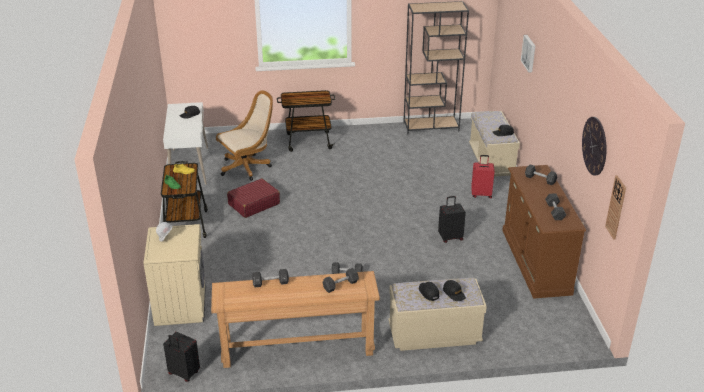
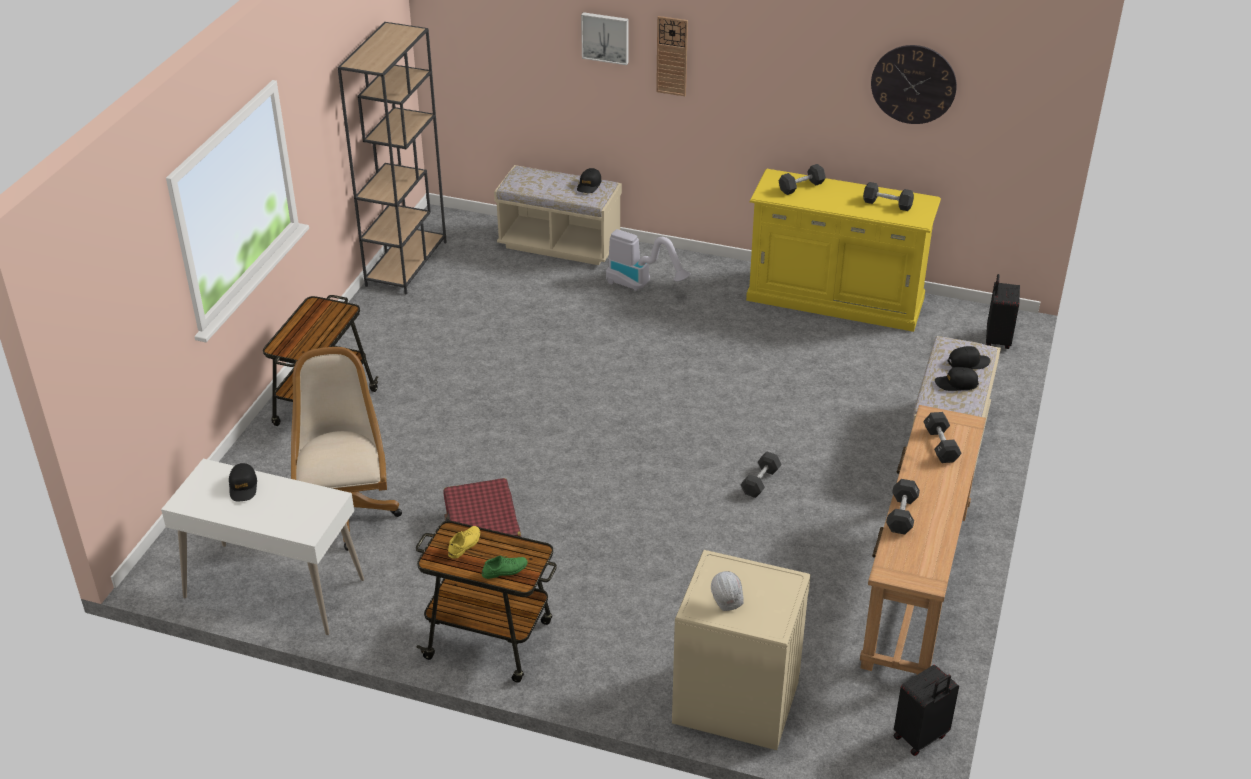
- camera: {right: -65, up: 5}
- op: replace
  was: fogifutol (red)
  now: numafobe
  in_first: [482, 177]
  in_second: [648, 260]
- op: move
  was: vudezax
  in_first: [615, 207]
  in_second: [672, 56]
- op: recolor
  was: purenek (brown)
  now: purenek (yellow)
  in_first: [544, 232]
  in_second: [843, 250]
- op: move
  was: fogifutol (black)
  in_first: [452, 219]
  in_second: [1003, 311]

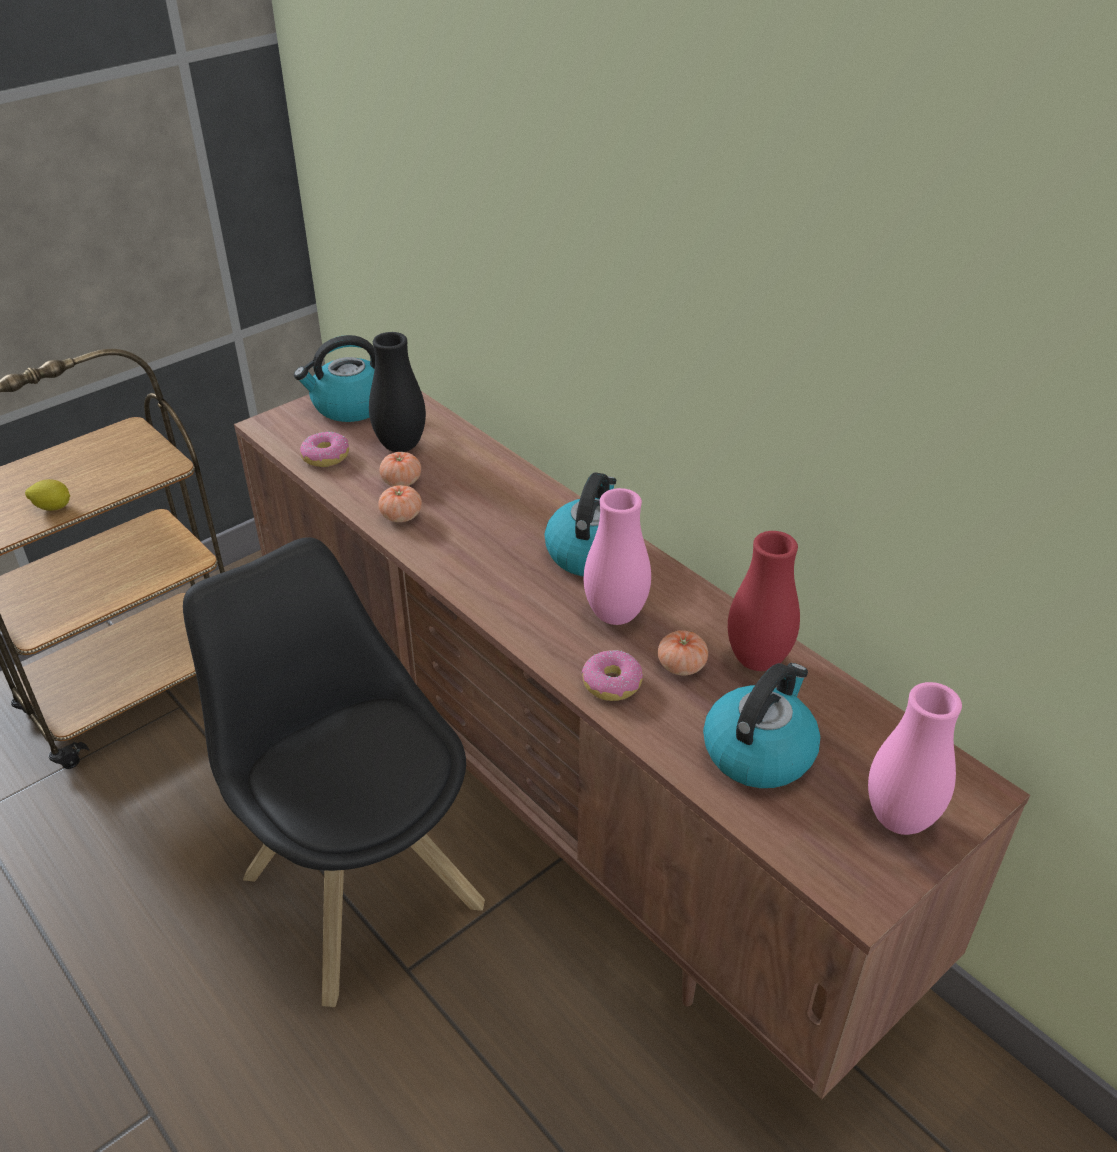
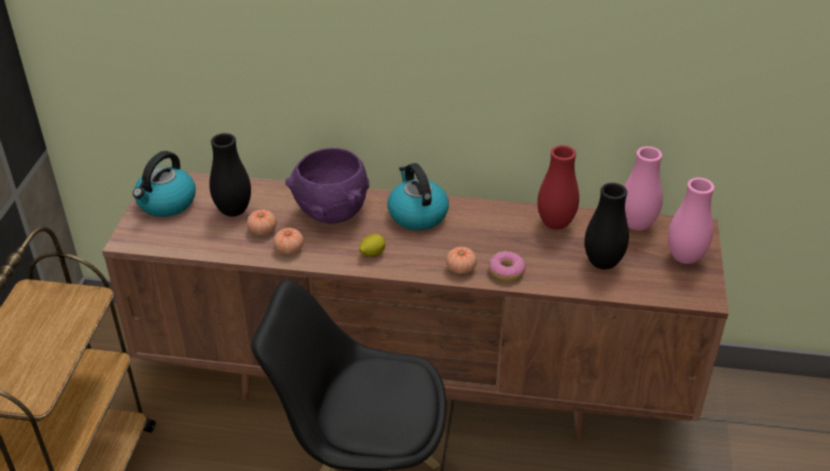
- camera: {right: -40, up: 0}
- op: insert
  now: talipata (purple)
  in_second: [327, 186]
- op: move
  was: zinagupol
  in_first: [47, 495]
  in_second: [372, 245]
- op: move
  was: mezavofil
  in_first: [683, 653]
  in_second: [461, 260]
- op: replace
  was: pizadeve
  now: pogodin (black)
  in_first: [761, 725]
  in_second: [607, 226]
- op: move
  was: pogodin (pink)
  in_first: [617, 556]
  in_second: [643, 188]
- op: delete
  was: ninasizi
  in_first: [324, 449]

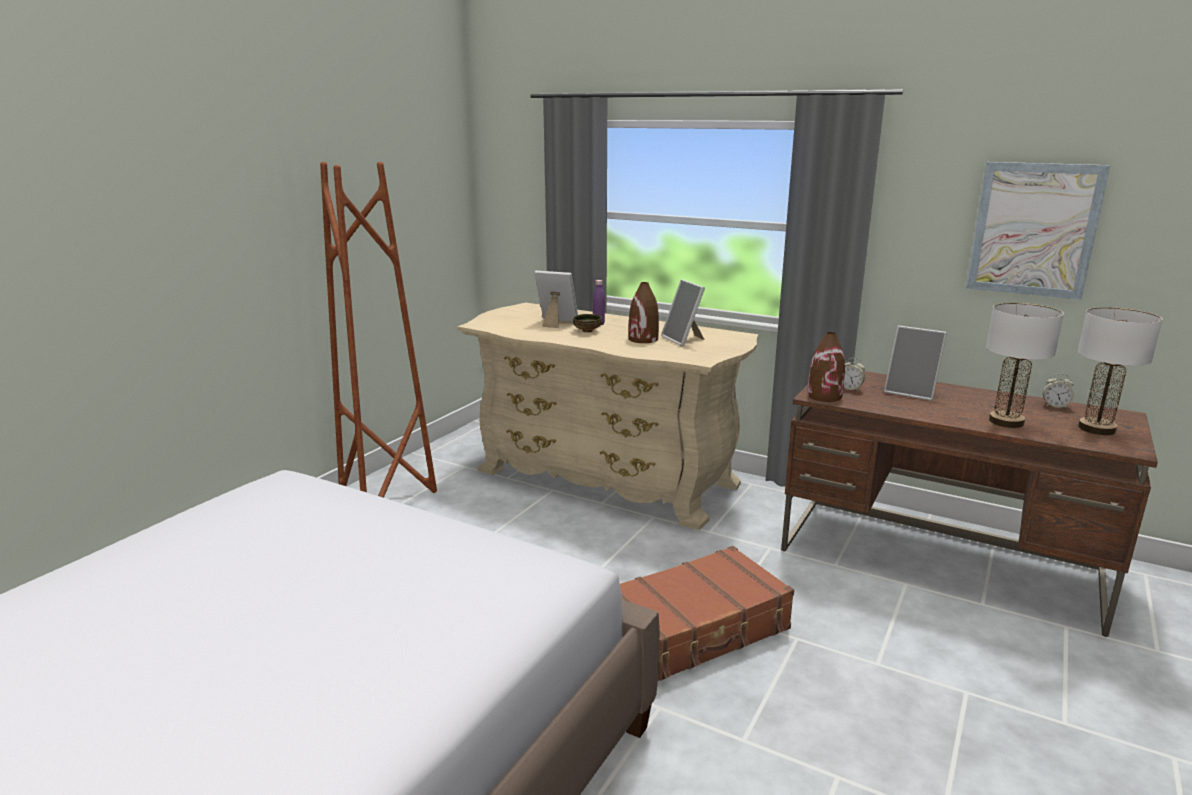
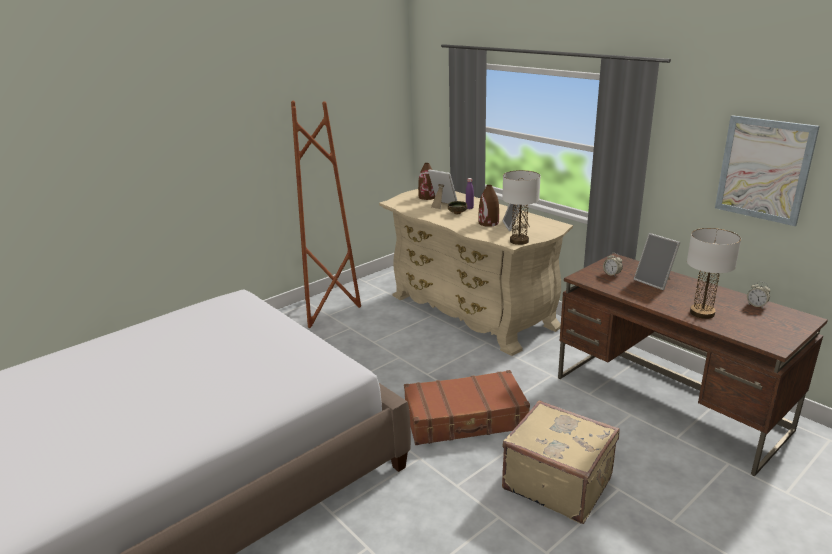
- camera: {right: 20, up: 5}
- op: move
  was: pogodin (brown)
  in_first: [826, 367]
  in_second: [426, 181]
- op: move
  was: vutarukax
  in_first: [1120, 371]
  in_second: [521, 207]
- op: insert
  now: fogifutol (beige)
  in_second: [561, 462]

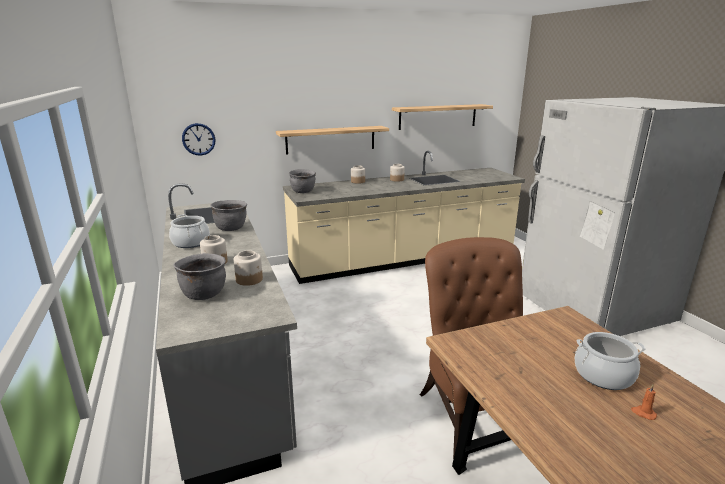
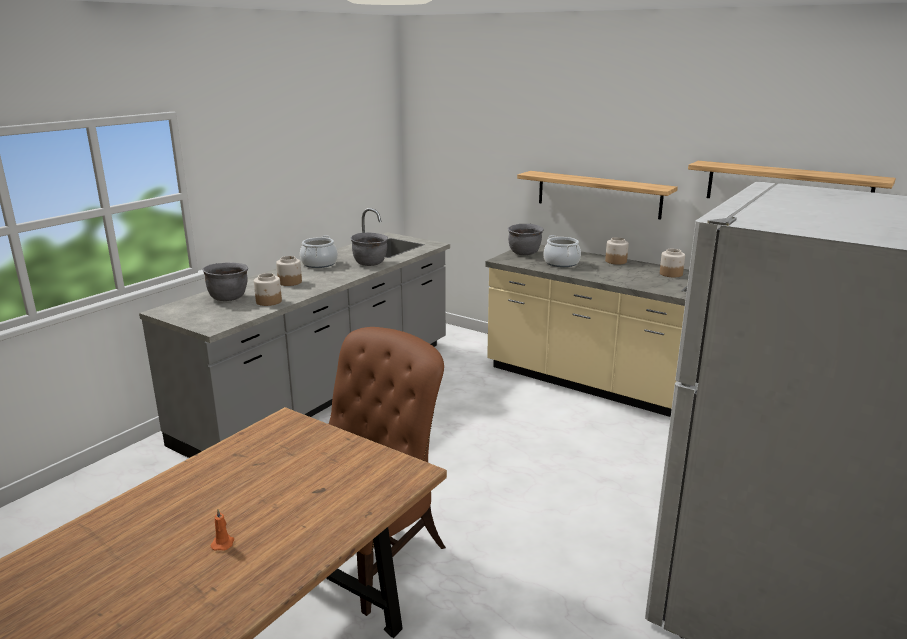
- camera: {right: 55, up: 0}
- op: move
  was: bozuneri
  in_first: [610, 361]
  in_second: [562, 251]
- op: delete
  was: vudezax
  in_first: [198, 139]

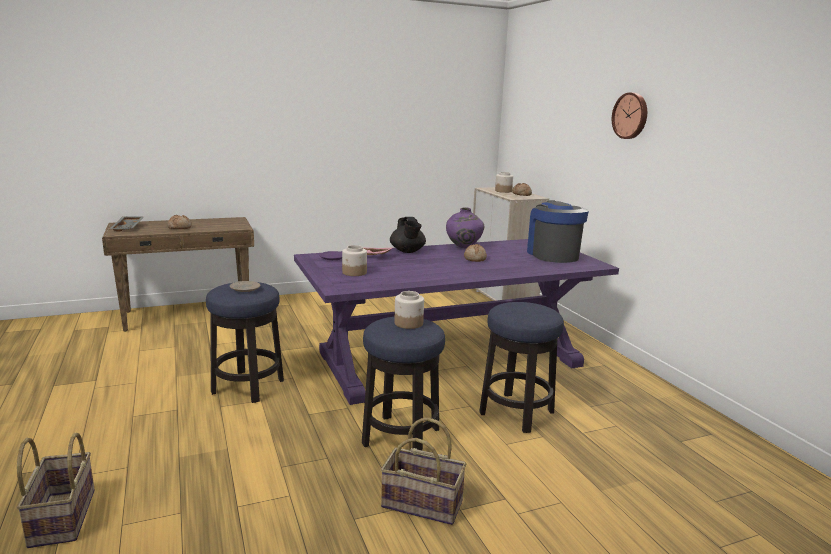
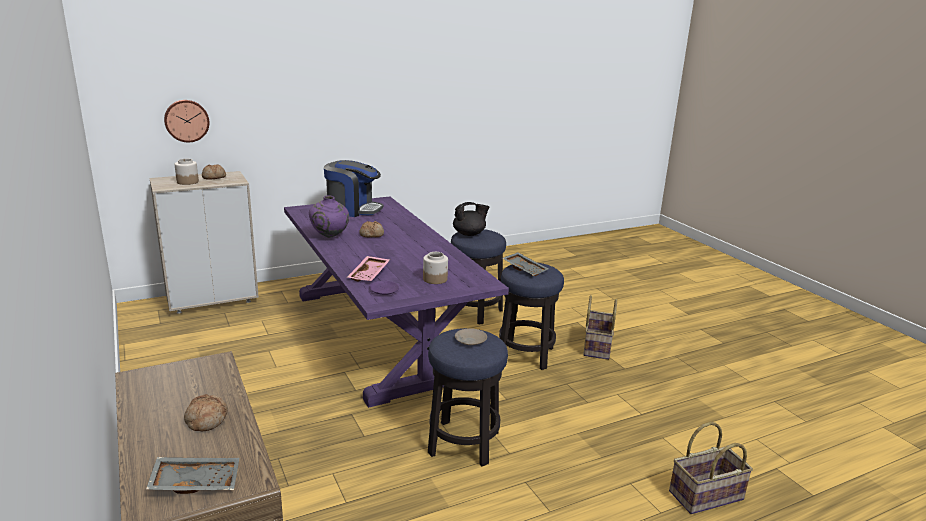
- camera: {right: -95, up: 5}
- op: move
  was: vudezax
  in_first: [629, 115]
  in_second: [186, 121]
- op: rotate
  was: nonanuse
  in_first: [558, 231]
  in_second: [353, 188]
  clockwise: -150
- op: move
  was: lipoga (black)
  in_first: [408, 235]
  in_second: [471, 219]
- op: replace
  was: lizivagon
  now: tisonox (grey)
  in_first: [409, 310]
  in_second: [526, 264]

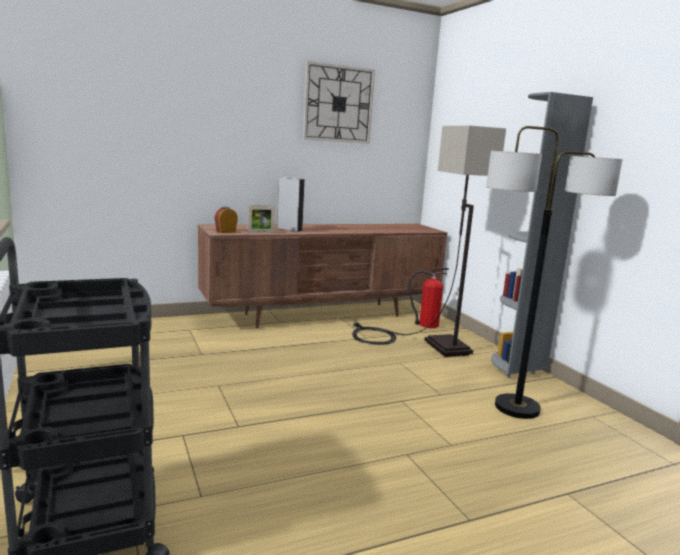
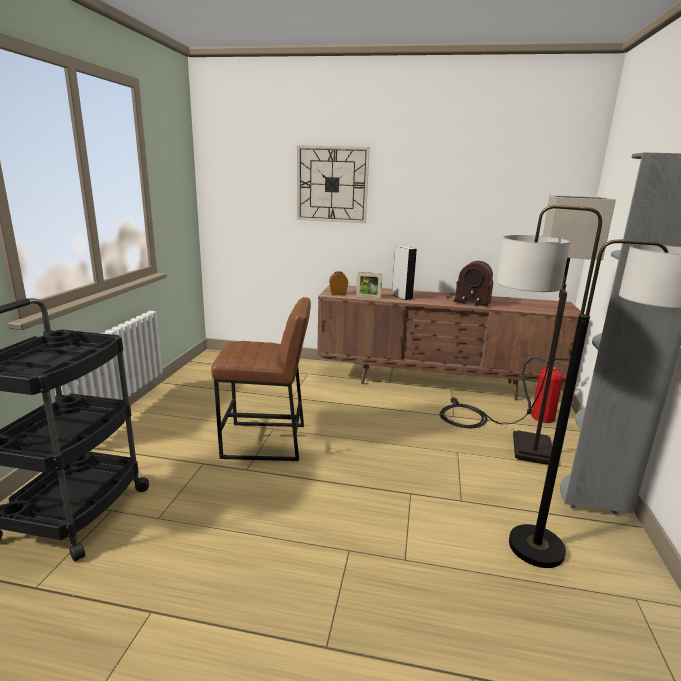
- camera: {right: 35, up: 5}
- op: insert
  now: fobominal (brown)
  in_second: [261, 379]
- op: move
  was: vudezax
  in_first: [339, 102]
  in_second: [333, 184]
- op: insert
  now: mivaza
  in_second: [469, 283]

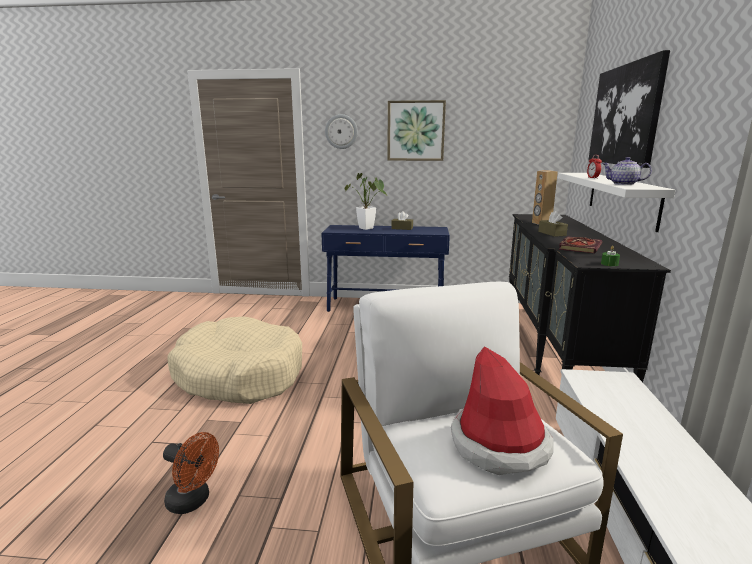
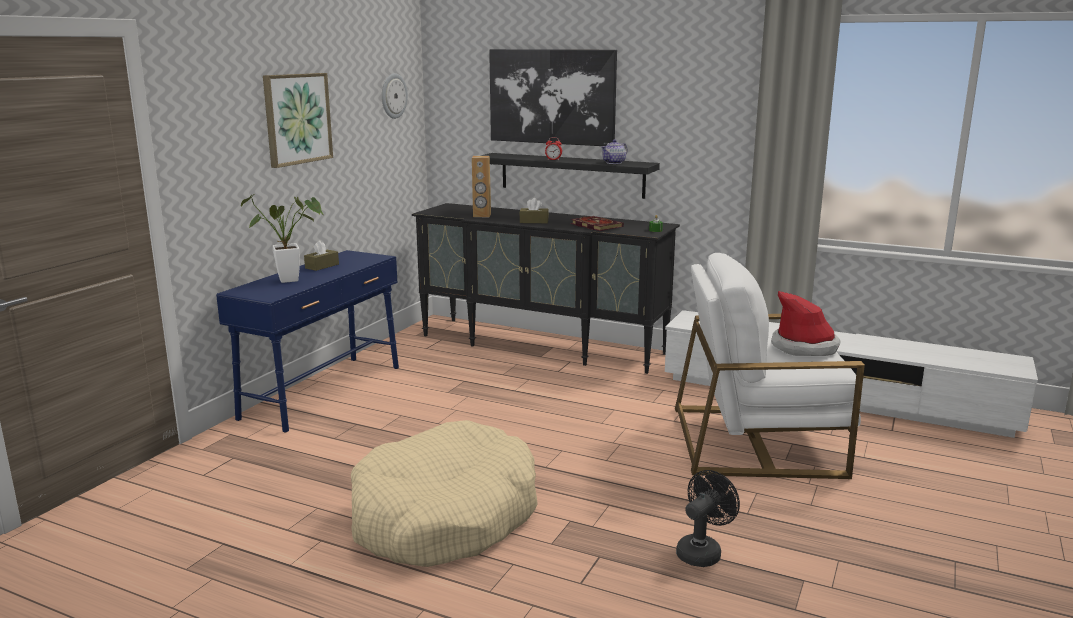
- camera: {right: -70, up: 0}
- op: move
  was: vudezax
  in_first: [341, 131]
  in_second: [395, 96]
- op: recolor
  was: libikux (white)
  now: libikux (black)
  in_first: [616, 202]
  in_second: [570, 176]
- op: recolor
  was: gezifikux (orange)
  now: gezifikux (black)
  in_first: [191, 473]
  in_second: [708, 518]

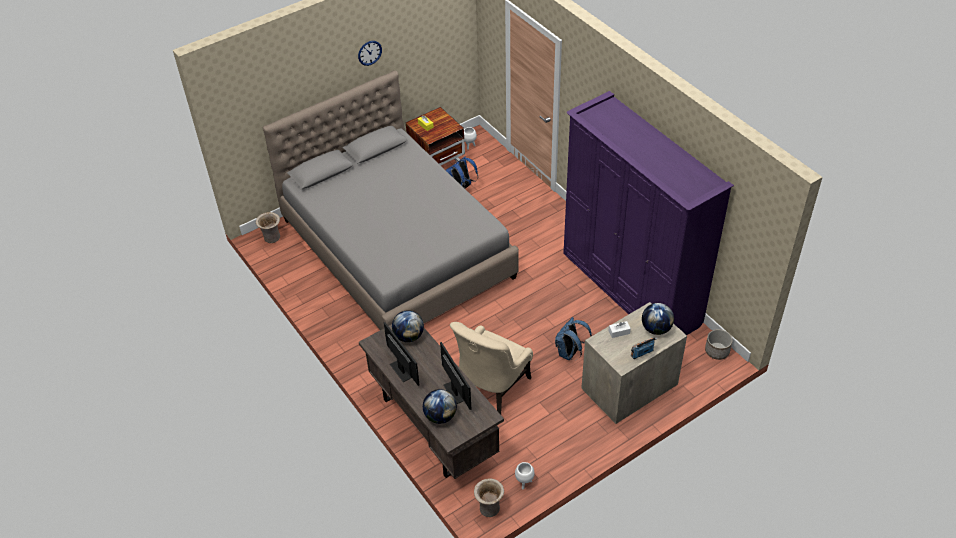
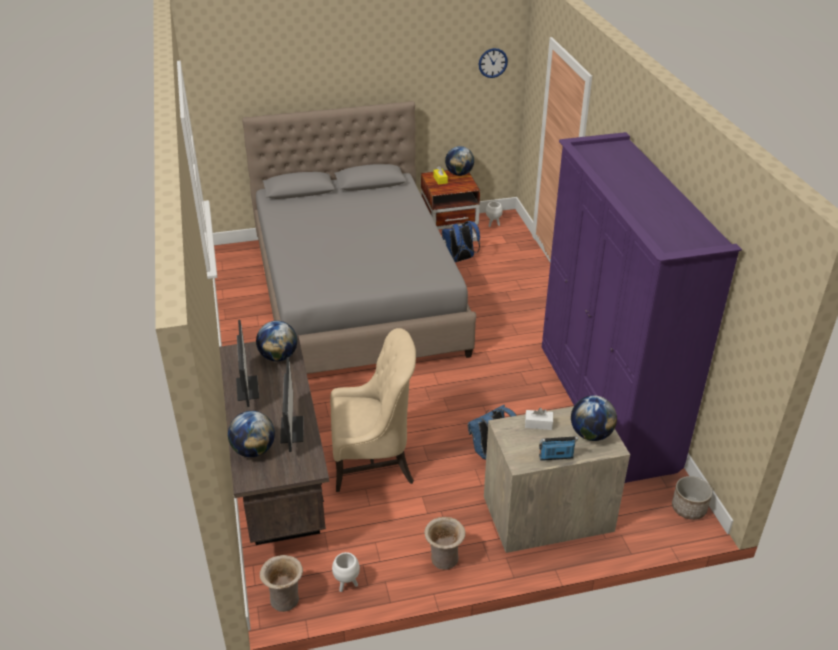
- camera: {right: 20, up: -10}
- op: rotate
  was: fobominal (beige)
  in_first: [491, 368]
  in_second: [373, 410]
  clockwise: -150
- op: move
  was: pogodin (beige)
  in_first: [268, 227]
  in_second: [444, 543]
- op: insert
  now: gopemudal
  in_second: [459, 161]
- op: move
  was: vudezax
  in_first: [370, 53]
  in_second: [493, 63]

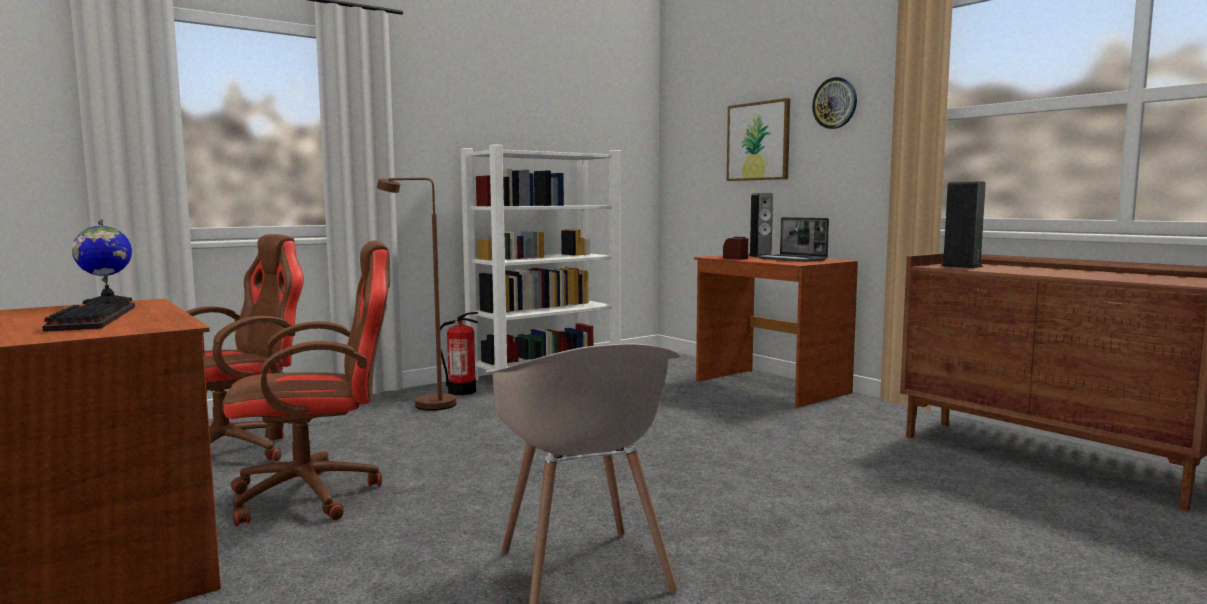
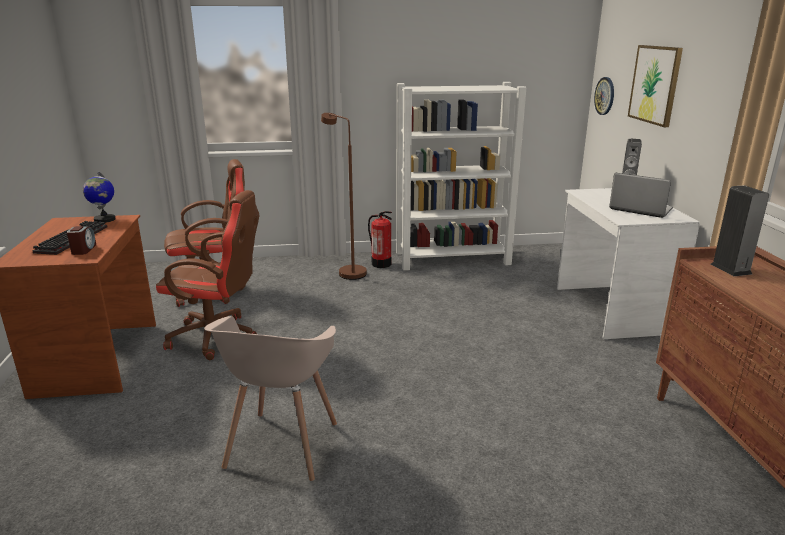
- camera: {right: 30, up: 15}
- op: move
  was: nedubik
  in_first: [736, 248]
  in_second: [81, 240]
- op: recolor
  was: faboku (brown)
  now: faboku (white)
  in_first: [776, 330]
  in_second: [628, 263]
- op: move
  was: vudezax
  in_first: [834, 103]
  in_second: [604, 96]
- op: rotate
  was: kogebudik
  in_first: [792, 239]
  in_second: [641, 195]
  clockwise: 135

